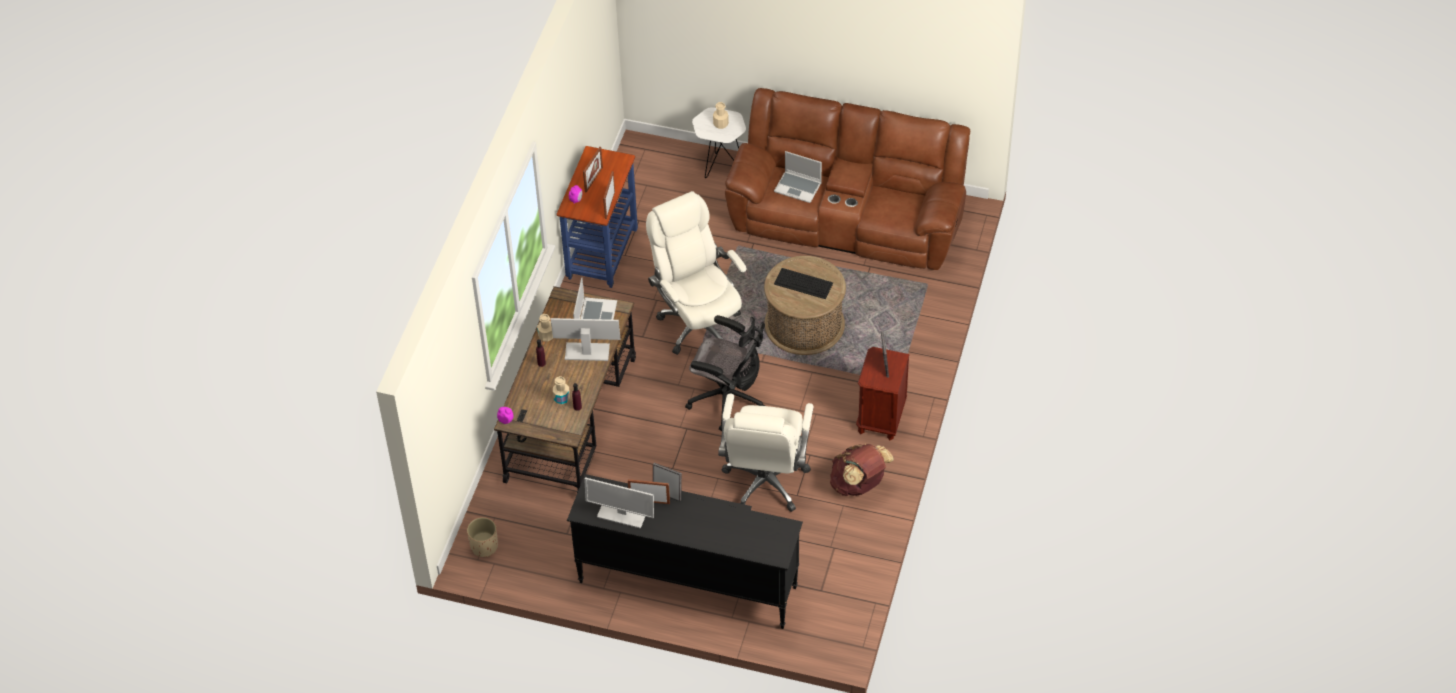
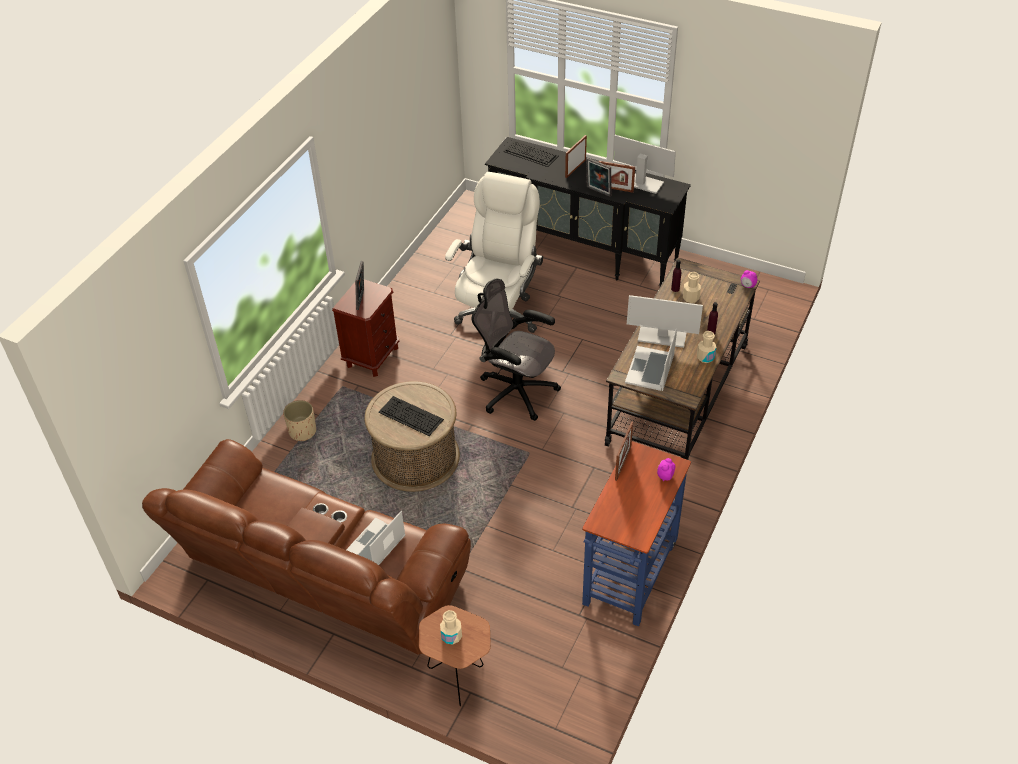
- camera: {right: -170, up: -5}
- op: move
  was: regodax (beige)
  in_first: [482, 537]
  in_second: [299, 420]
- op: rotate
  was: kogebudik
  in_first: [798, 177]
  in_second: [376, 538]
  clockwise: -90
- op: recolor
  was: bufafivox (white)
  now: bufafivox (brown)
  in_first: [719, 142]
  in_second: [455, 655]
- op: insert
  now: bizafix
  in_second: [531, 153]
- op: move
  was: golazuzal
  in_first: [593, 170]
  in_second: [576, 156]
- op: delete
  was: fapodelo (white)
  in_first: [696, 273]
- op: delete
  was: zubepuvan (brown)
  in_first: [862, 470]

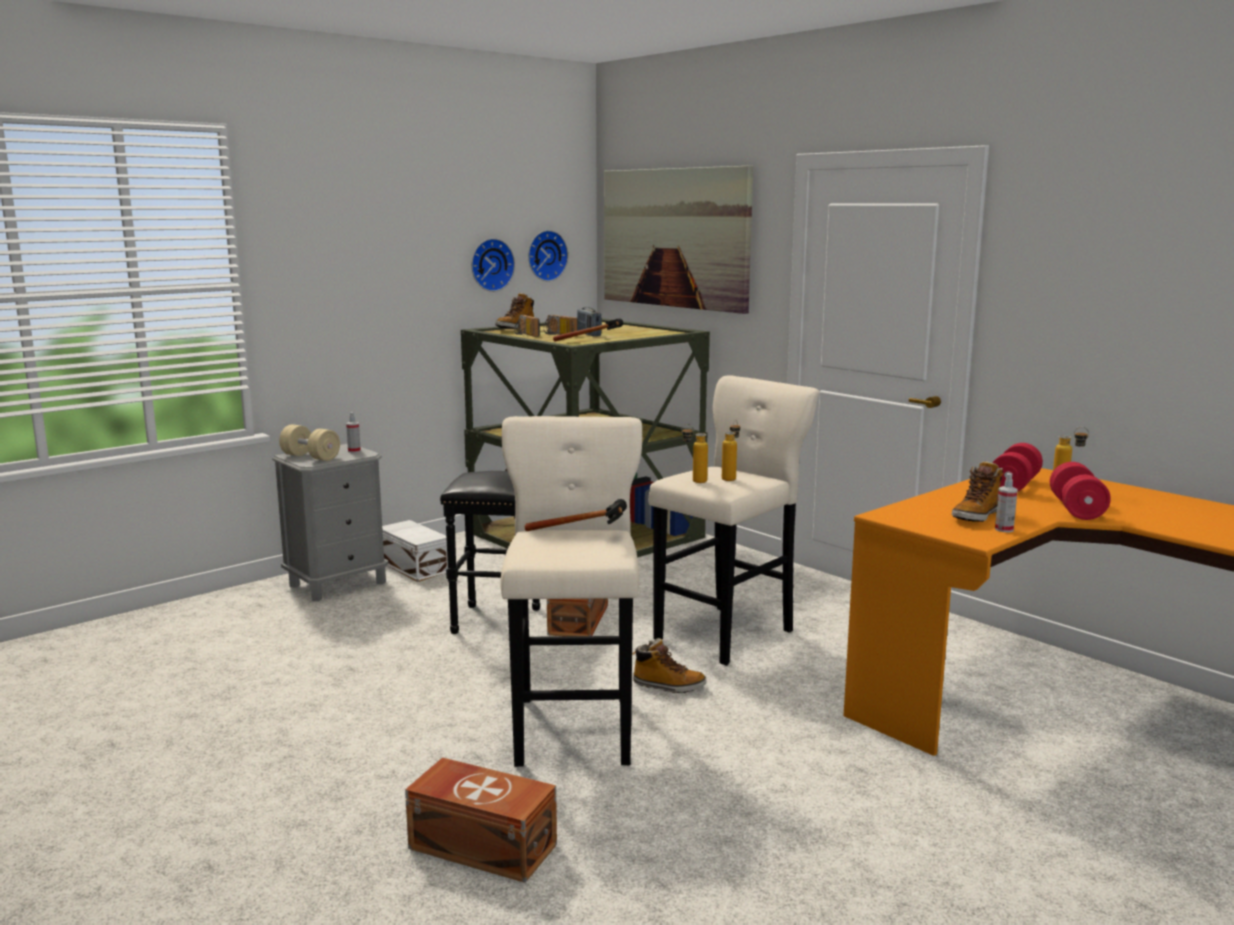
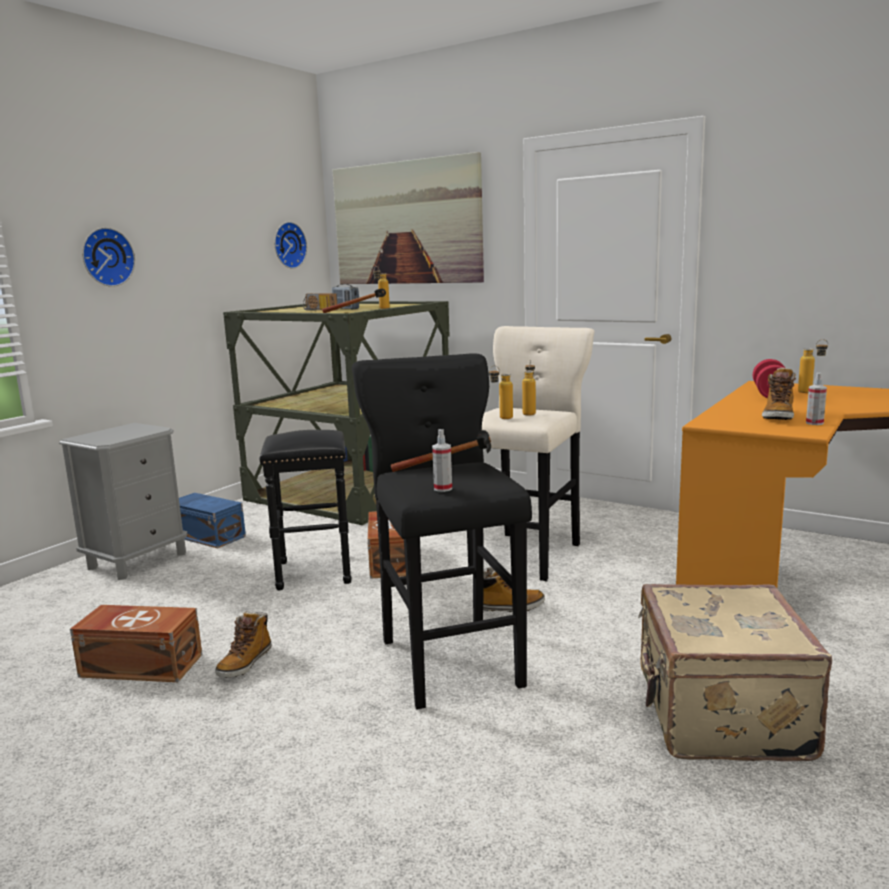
- camera: {right: -15, up: 0}
- op: move
  was: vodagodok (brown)
  in_first: [481, 820]
  in_second: [136, 643]
- op: move
  was: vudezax
  in_first: [493, 265]
  in_second: [108, 257]
- op: recolor
  was: vodagodok (white)
  now: vodagodok (blue)
  in_first: [415, 551]
  in_second: [212, 520]
- op: move
  was: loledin
  in_first: [514, 311]
  in_second: [243, 644]
- op: recolor
  was: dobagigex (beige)
  now: dobagigex (black)
  in_first: [571, 591]
  in_second: [442, 531]
- op: insert
  now: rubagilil
  in_second: [381, 287]
- op: move
  was: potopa
  in_first: [353, 432]
  in_second: [442, 460]
- op: insert
  now: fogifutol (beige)
  in_second: [735, 672]
- op: delete
  was: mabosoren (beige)
  in_first: [309, 442]
- op: delete
  was: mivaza
  in_first: [527, 326]
- op: delete
  was: mabosoren (red)
  in_first: [1080, 491]

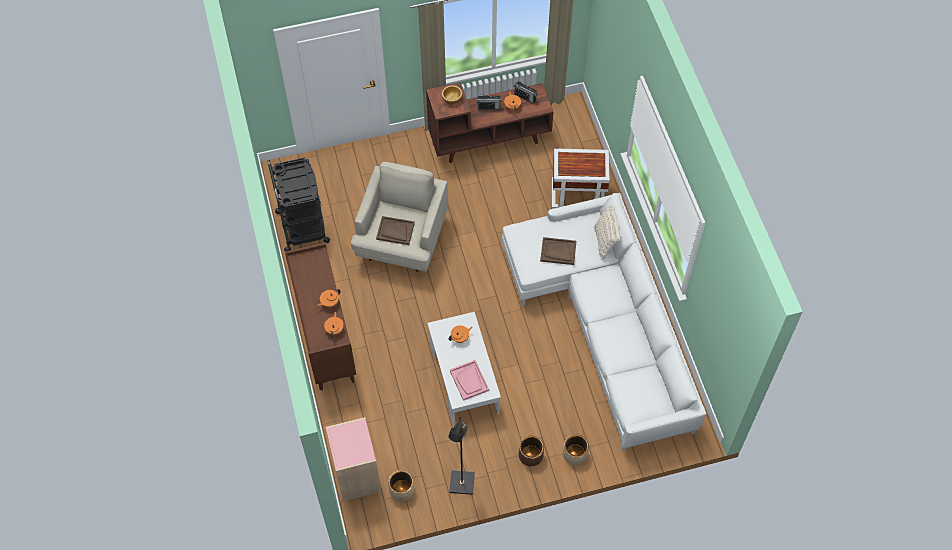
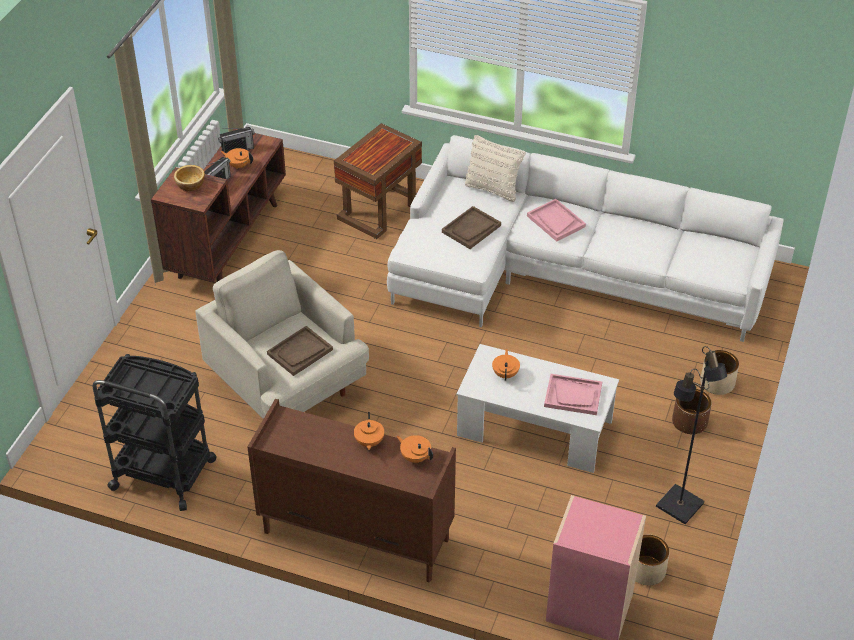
- camera: {right: -55, up: -15}
- op: recolor
  was: bufafivox (white)
  now: bufafivox (brown)
  in_first: [580, 178]
  in_second: [378, 181]
- op: insert
  now: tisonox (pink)
  in_second: [556, 220]

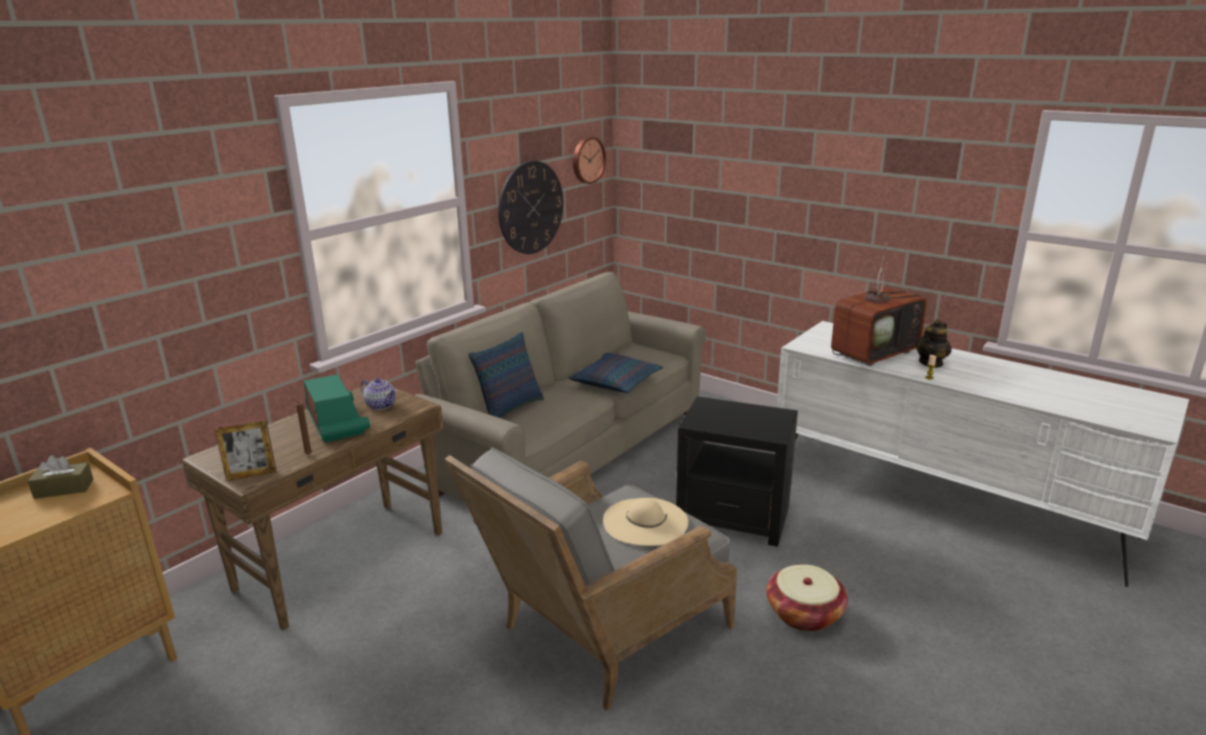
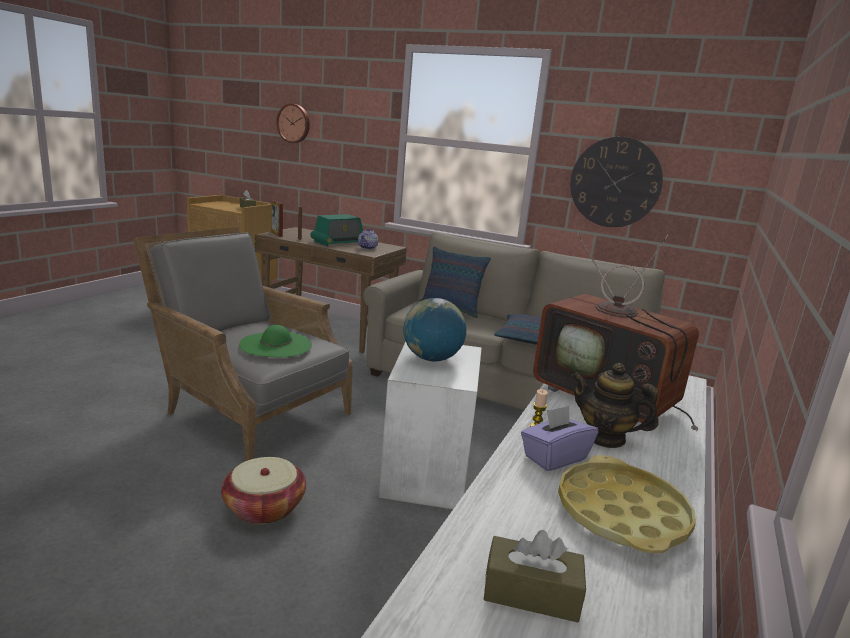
- camera: {right: 75, up: -5}
- op: recolor
  was: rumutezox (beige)
  now: rumutezox (green)
  in_first: [646, 522]
  in_second: [275, 341]
- op: move
  was: vudezax
  in_first: [589, 160]
  in_second: [293, 123]
- op: recolor
  was: bufafivox (black)
  now: bufafivox (white)
  in_first: [737, 471]
  in_second: [430, 425]
- op: insert
  now: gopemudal
  in_second: [434, 329]
- op: insert
  now: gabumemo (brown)
  in_second: [534, 576]
- op: insert
  now: gabumemo (purple)
  in_second: [559, 438]
- op: insert
  now: tisonox (yellow)
  in_second: [627, 504]

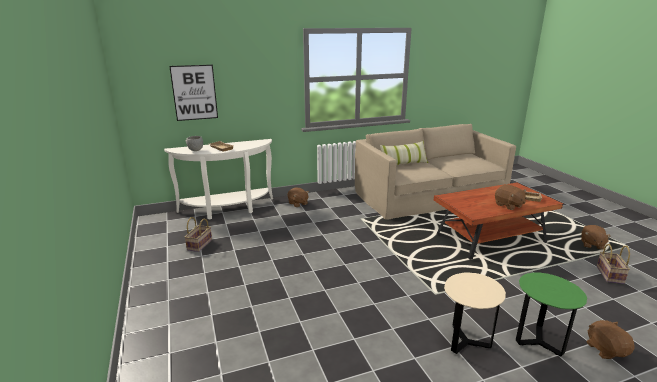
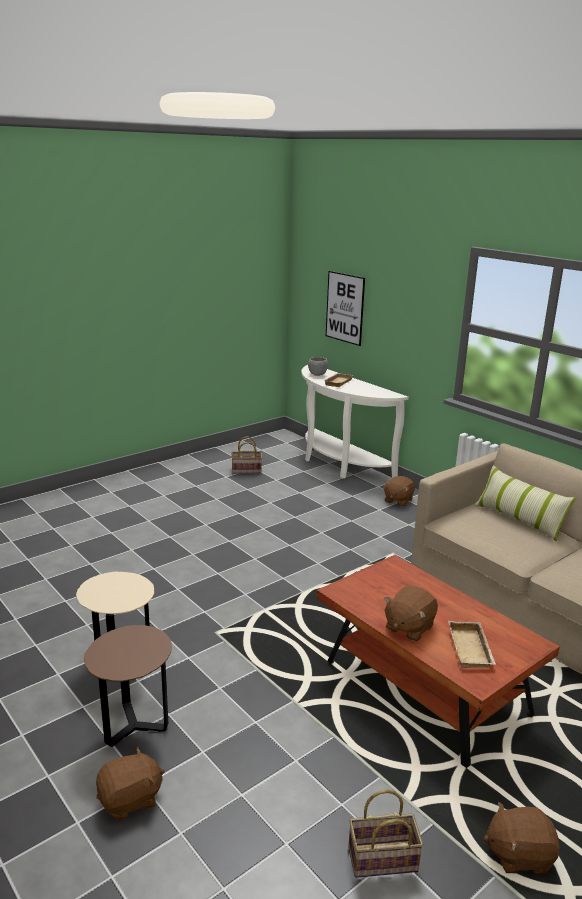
- camera: {right: 70, up: 0}
- op: recolor
  was: bufafivox (green)
  now: bufafivox (brown)
  in_first: [551, 314]
  in_second: [128, 686]

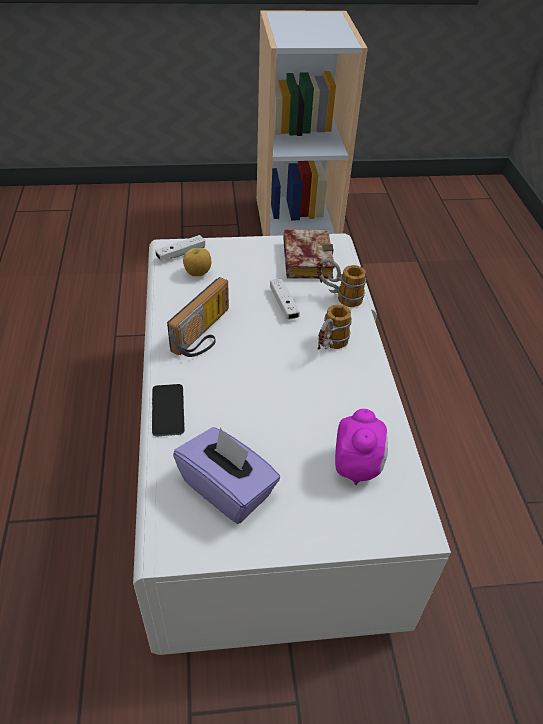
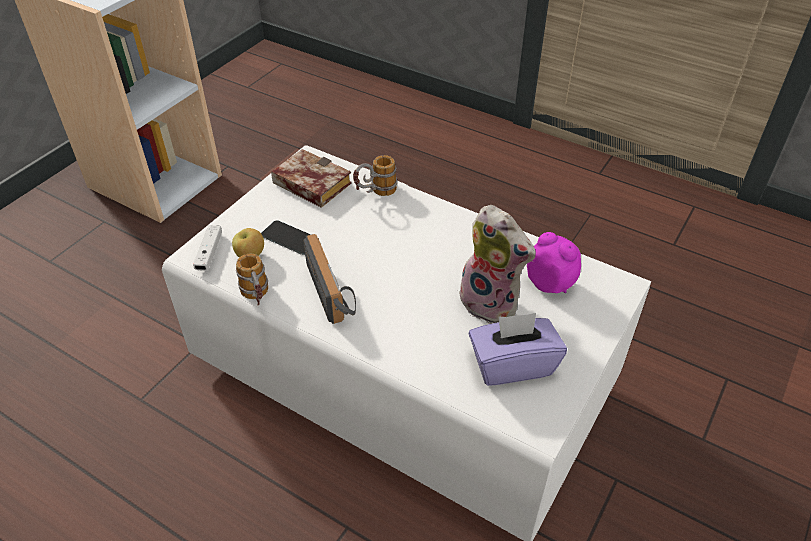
- camera: {right: -50, up: 0}
- op: move
  was: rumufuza
  in_first: [334, 327]
  in_second: [252, 279]
- op: move
  was: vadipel
  in_first: [168, 410]
  in_second: [290, 237]
- op: insert
  now: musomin
  in_second: [495, 264]
- op: delete
  was: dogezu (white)
  in_first: [285, 299]

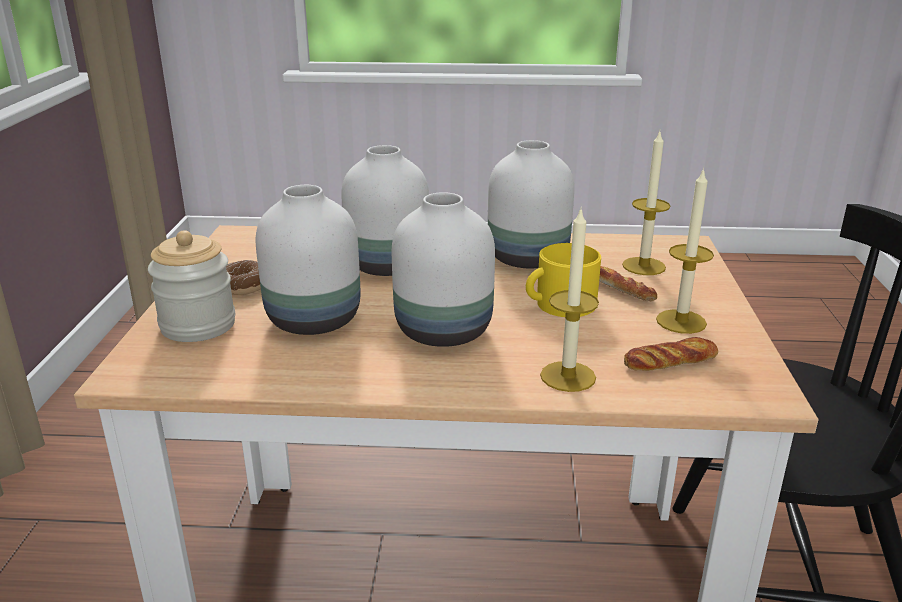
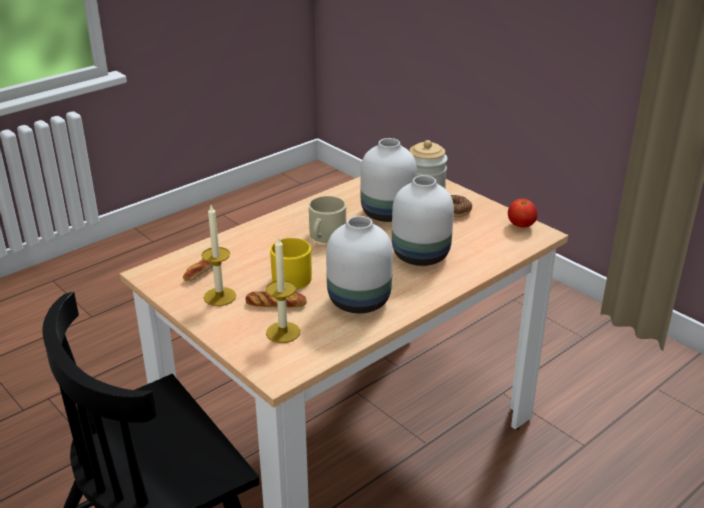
- camera: {right: 135, up: 5}
- op: replace
  was: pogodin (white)
  now: rumufuza (beige)
  in_first: [443, 269]
  in_second: [327, 219]
- op: insert
  now: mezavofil
  in_second: [523, 213]
- op: delete
  was: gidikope
  in_first: [569, 301]

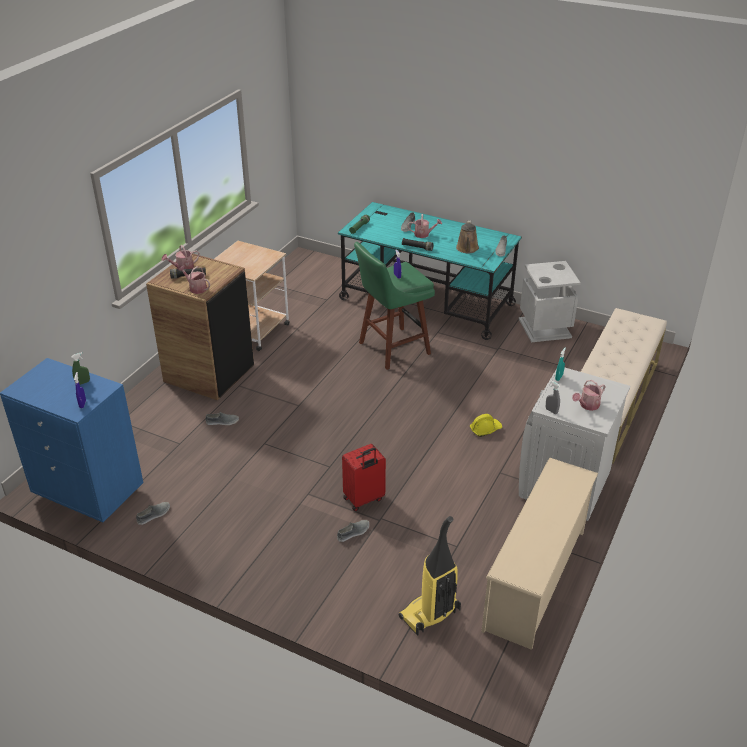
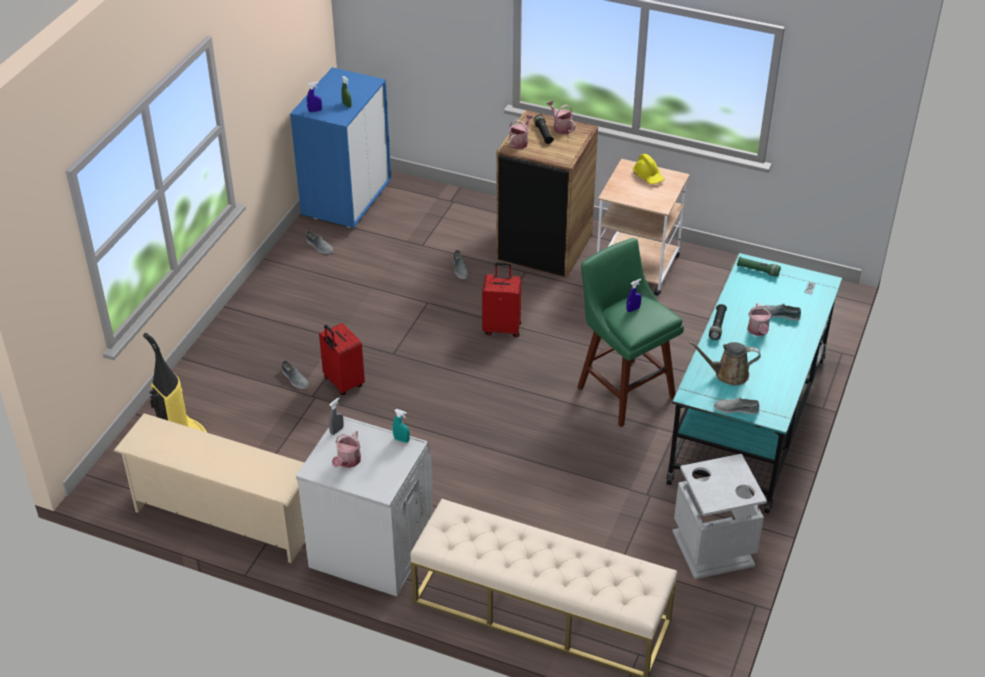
- camera: {right: 85, up: 5}
- op: rotate
  was: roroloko
  in_first: [589, 395]
  in_second: [346, 449]
  clockwise: -120
- op: insert
  now: fogifutol (red)
  in_second: [501, 300]
- op: move
  was: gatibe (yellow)
  in_first: [486, 425]
  in_second: [648, 169]

